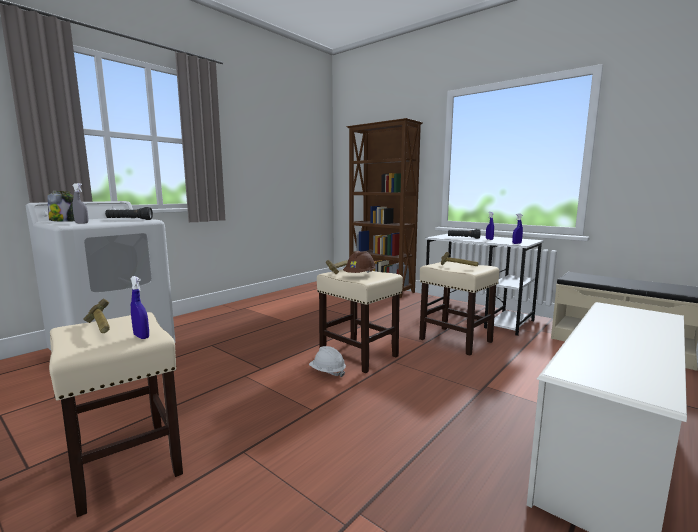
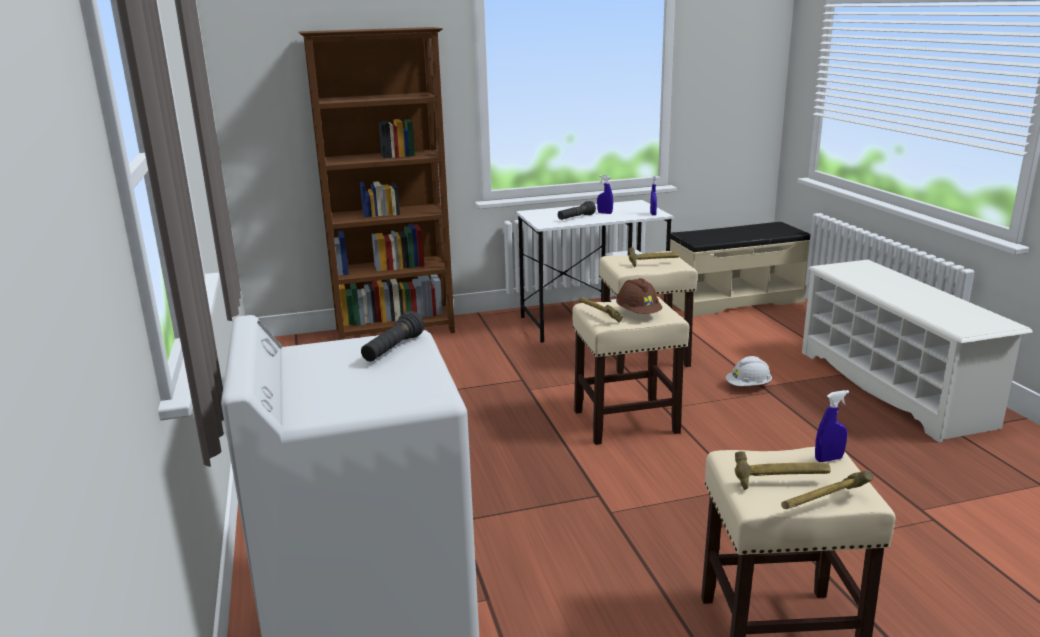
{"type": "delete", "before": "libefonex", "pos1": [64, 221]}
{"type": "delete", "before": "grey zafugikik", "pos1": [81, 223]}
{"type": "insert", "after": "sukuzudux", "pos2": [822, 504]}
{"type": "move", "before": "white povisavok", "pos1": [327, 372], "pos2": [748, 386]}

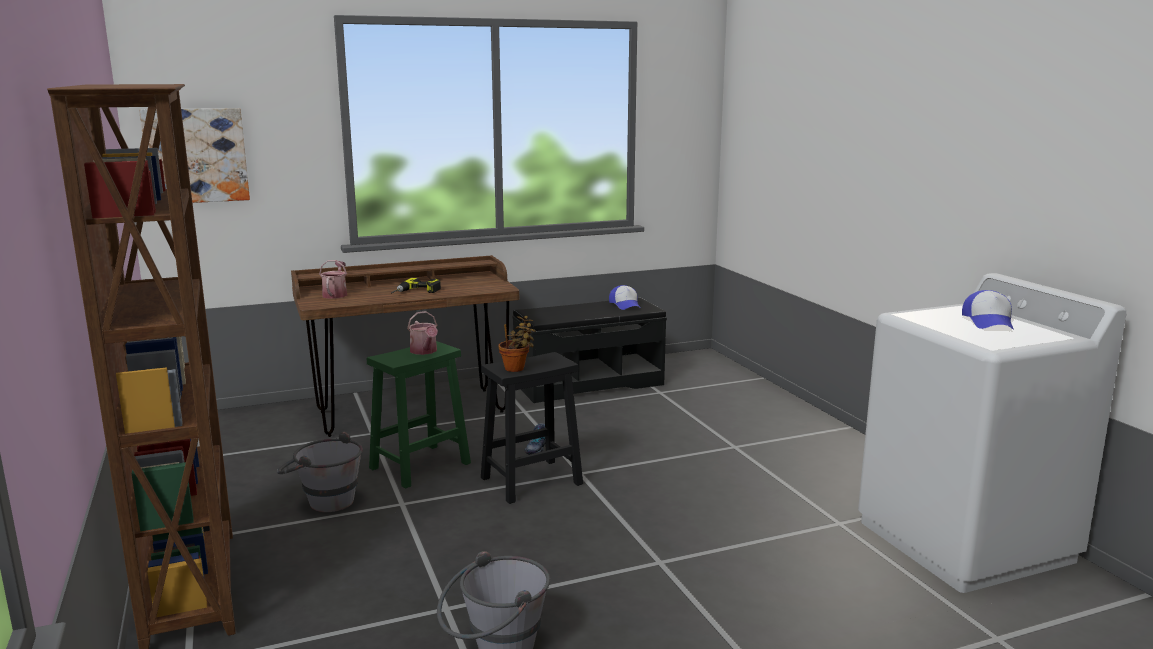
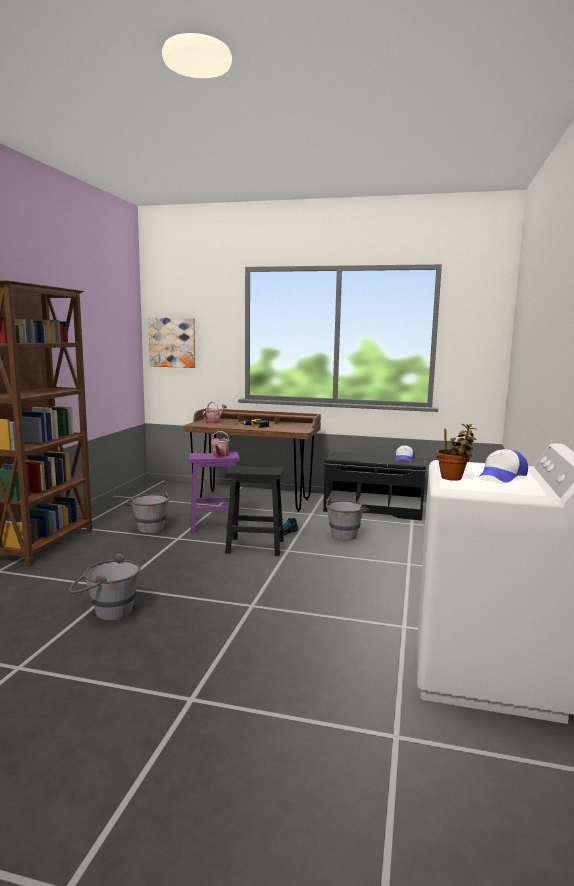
{"type": "insert", "after": "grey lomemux", "pos2": [346, 534]}
{"type": "move", "before": "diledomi", "pos1": [516, 369], "pos2": [453, 478]}
{"type": "recolor", "before": "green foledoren", "after": "purple foledoren", "pos1": [419, 466], "pos2": [213, 525]}

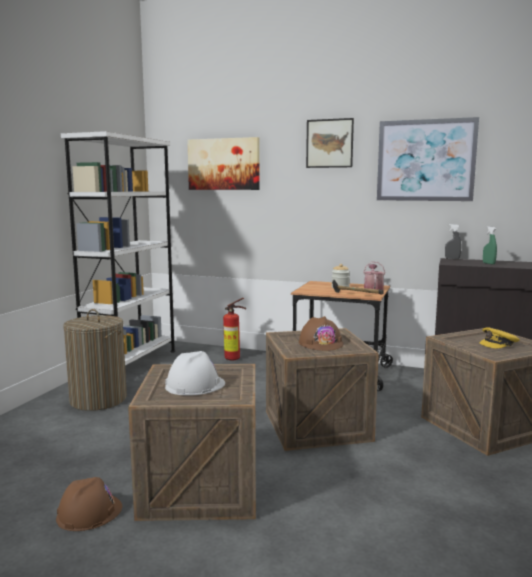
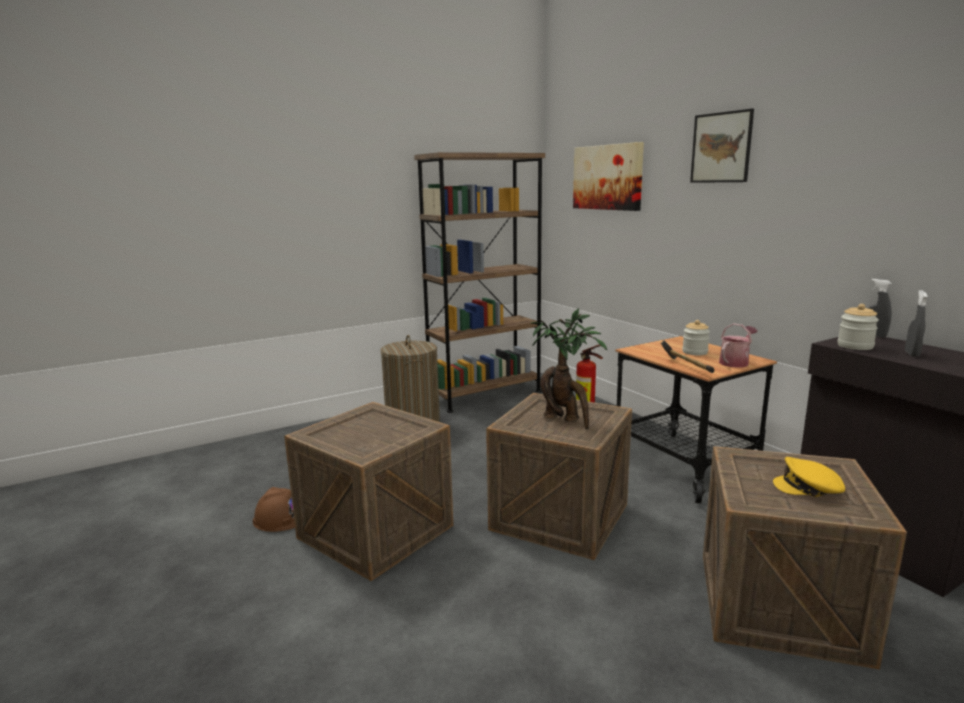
{"type": "delete", "before": "white povisavok", "pos1": [195, 385]}
{"type": "delete", "before": "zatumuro", "pos1": [425, 160]}
{"type": "insert", "after": "libefonex", "pos2": [855, 346]}
{"type": "replace", "before": "brown povisavok", "after": "diledomi", "pos1": [321, 343], "pos2": [565, 420]}
{"type": "recolor", "before": "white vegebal", "after": "brown vegebal", "pos1": [131, 363], "pos2": [485, 394]}
{"type": "recolor", "before": "green zafugikik", "after": "grey zafugikik", "pos1": [488, 263], "pos2": [912, 354]}

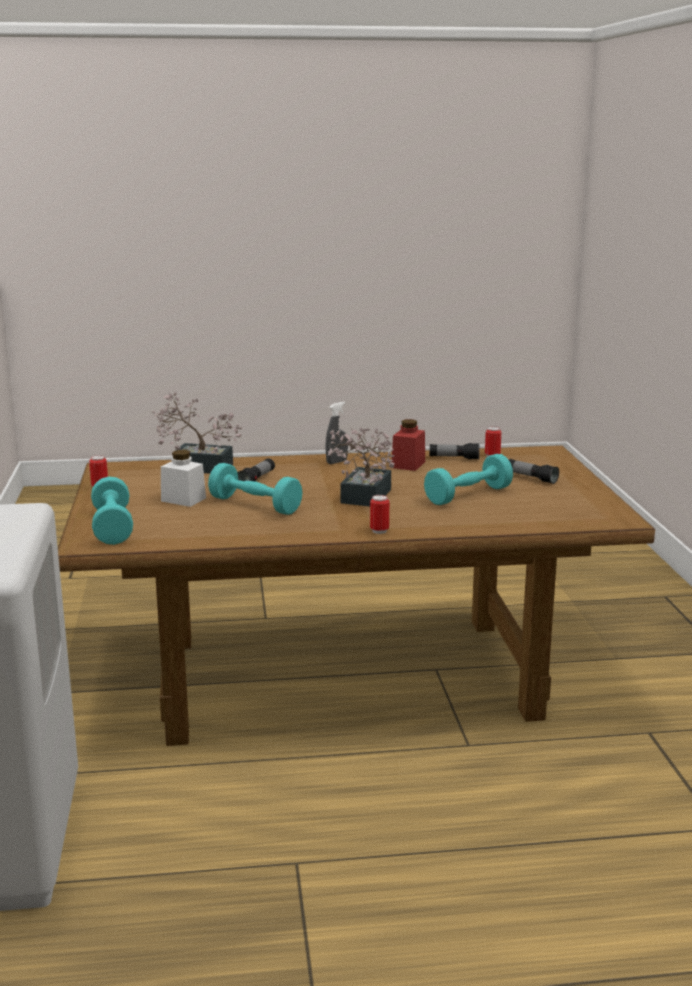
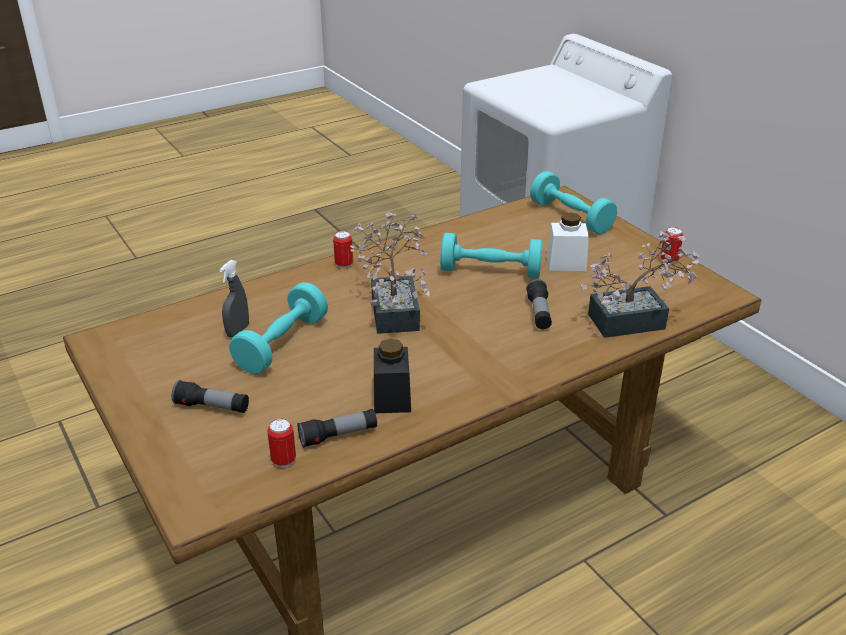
{"type": "move", "before": "grey zafugikik", "pos1": [336, 462], "pos2": [238, 331]}
{"type": "recolor", "before": "red libefonex", "after": "black libefonex", "pos1": [408, 464], "pos2": [392, 398]}

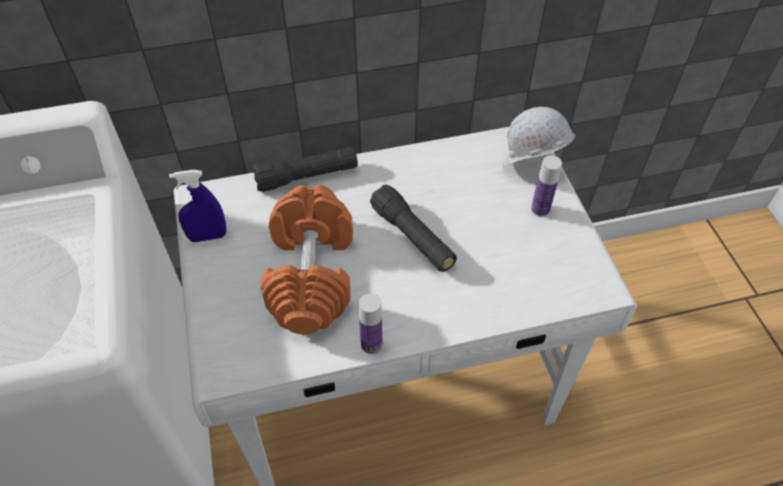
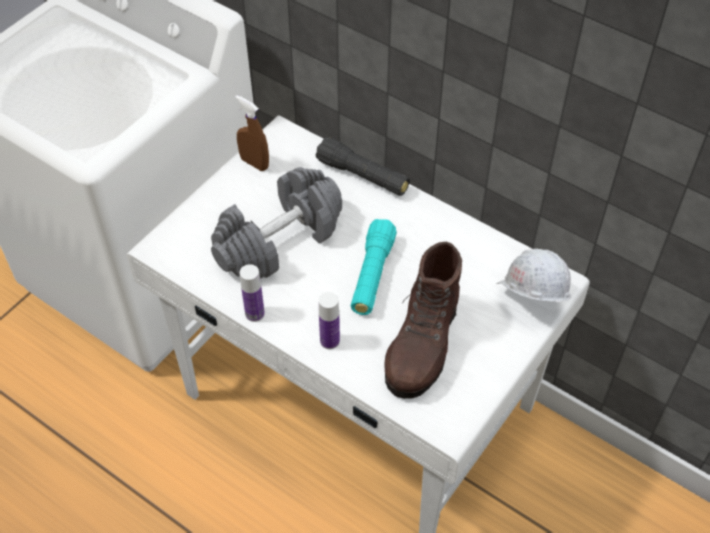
{"type": "insert", "after": "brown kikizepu", "pos2": [422, 347]}
{"type": "move", "before": "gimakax", "pos1": [540, 209], "pos2": [329, 341]}
{"type": "recolor", "before": "blue zafugikik", "after": "brown zafugikik", "pos1": [208, 236], "pos2": [254, 163]}
{"type": "recolor", "before": "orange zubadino", "after": "grey zubadino", "pos1": [312, 275], "pos2": [279, 241]}
{"type": "recolor", "before": "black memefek", "after": "turquoise memefek", "pos1": [413, 237], "pos2": [372, 275]}

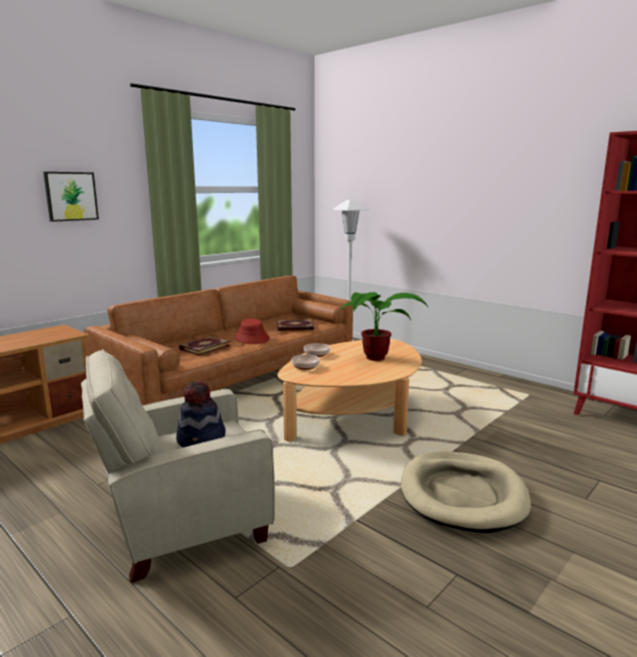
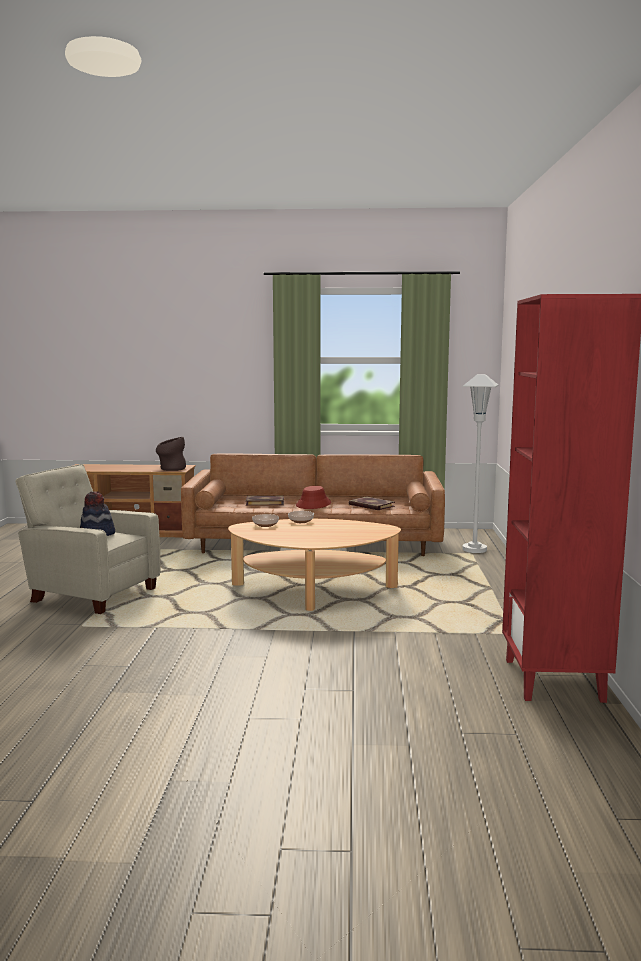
{"type": "delete", "before": "zatumuro", "pos1": [71, 196]}
{"type": "delete", "before": "diledomi", "pos1": [374, 359]}
{"type": "delete", "before": "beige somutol", "pos1": [462, 495]}
{"type": "insert", "after": "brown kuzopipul", "pos2": [171, 469]}

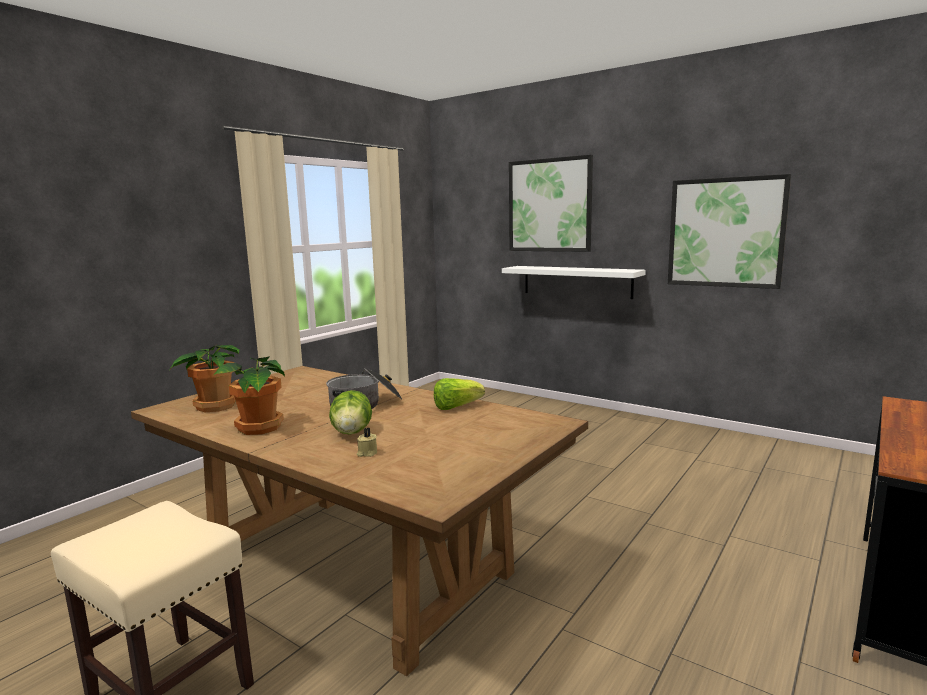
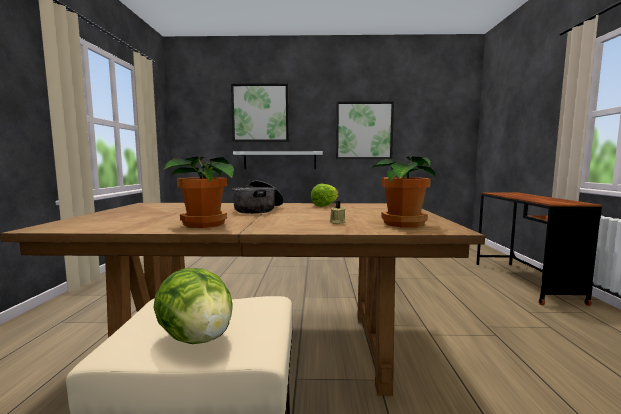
{"type": "move", "before": "diledomi", "pos1": [214, 406], "pos2": [402, 224]}
{"type": "move", "before": "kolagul", "pos1": [352, 432], "pos2": [197, 338]}

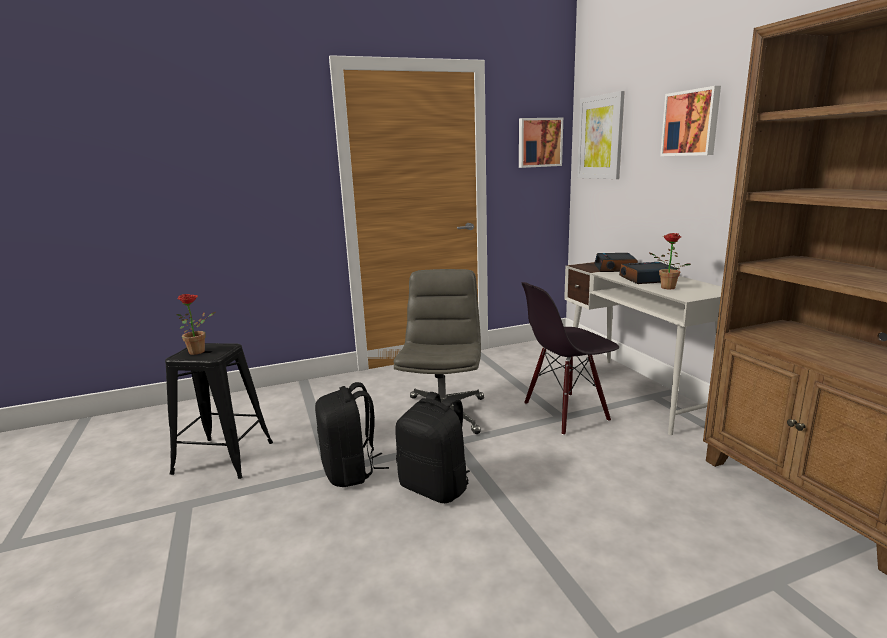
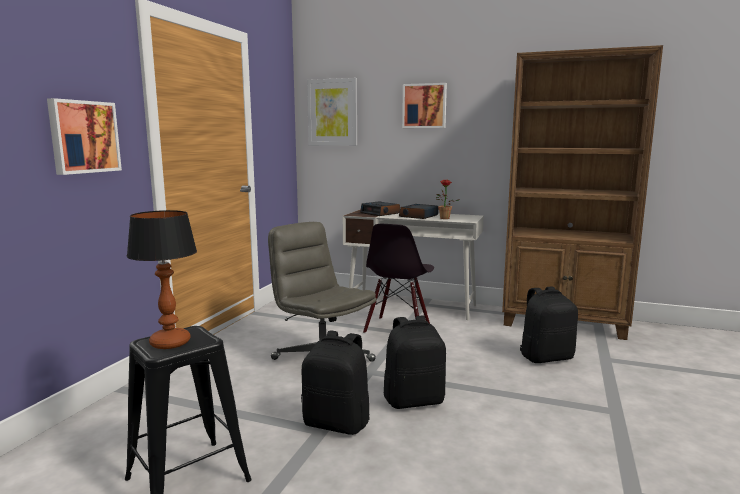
{"type": "insert", "after": "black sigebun", "pos2": [546, 357]}
{"type": "move", "before": "zatumuro", "pos1": [539, 142], "pos2": [83, 137]}
{"type": "replace", "before": "diledomi", "after": "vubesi", "pos1": [200, 351], "pos2": [171, 342]}

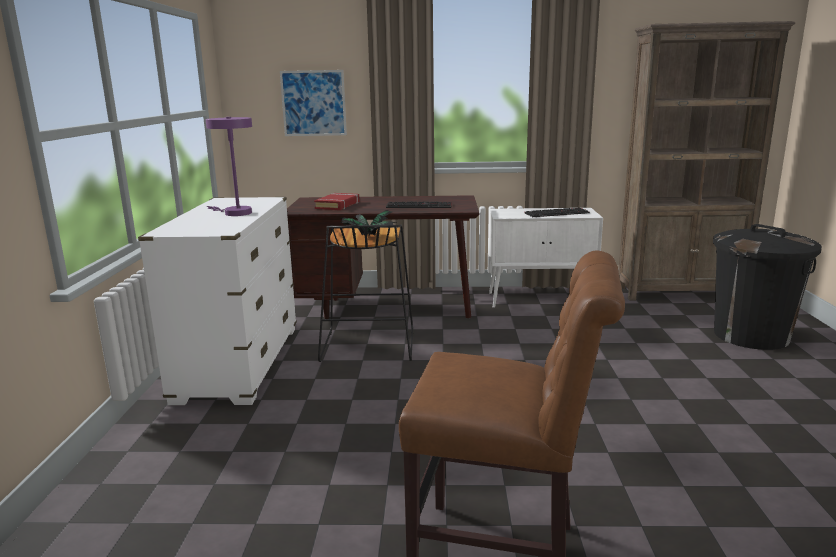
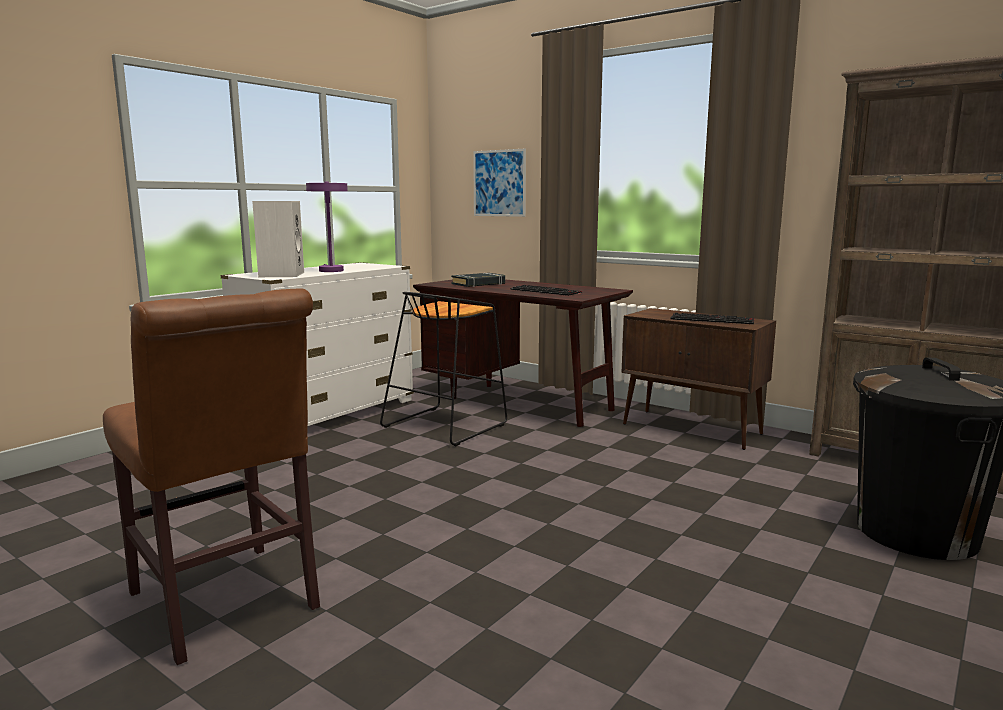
{"type": "delete", "before": "diledomi", "pos1": [368, 237]}
{"type": "insert", "after": "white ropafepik", "pos2": [281, 274]}
{"type": "recolor", "before": "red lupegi", "after": "black lupegi", "pos1": [338, 205], "pos2": [478, 284]}
{"type": "recolor", "before": "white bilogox", "after": "brown bilogox", "pos1": [541, 300], "pos2": [692, 429]}

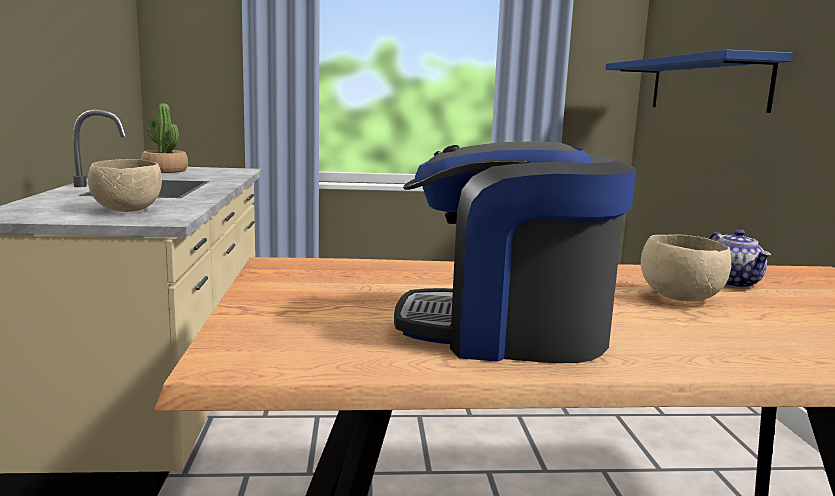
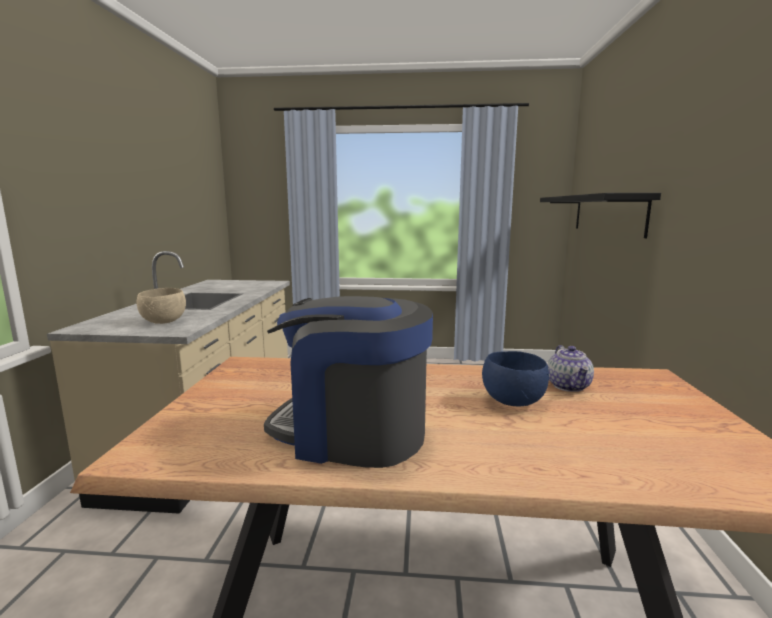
{"type": "delete", "before": "diledomi", "pos1": [165, 171]}
{"type": "recolor", "before": "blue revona", "after": "black revona", "pos1": [705, 85], "pos2": [607, 214]}
{"type": "recolor", "before": "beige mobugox", "after": "blue mobugox", "pos1": [680, 298], "pos2": [513, 401]}

